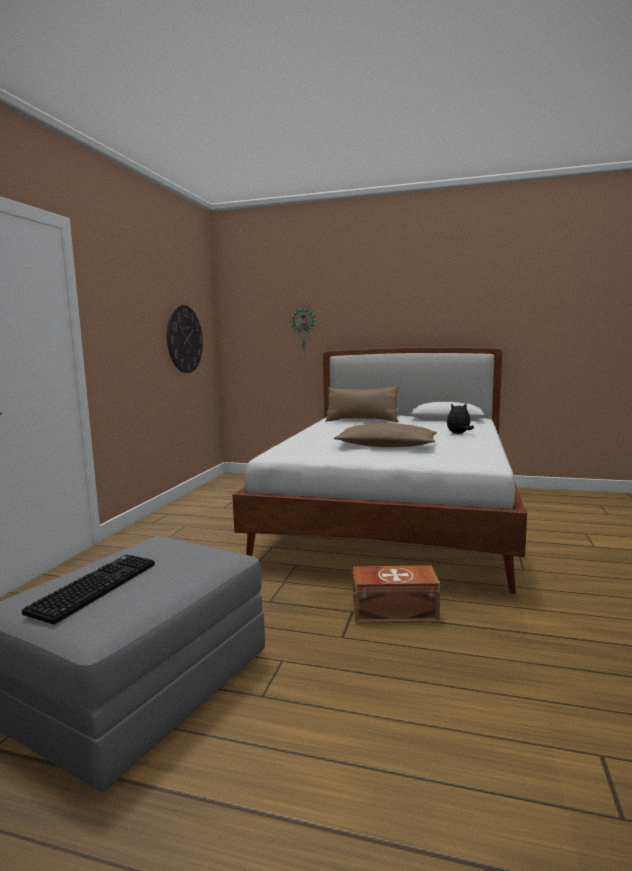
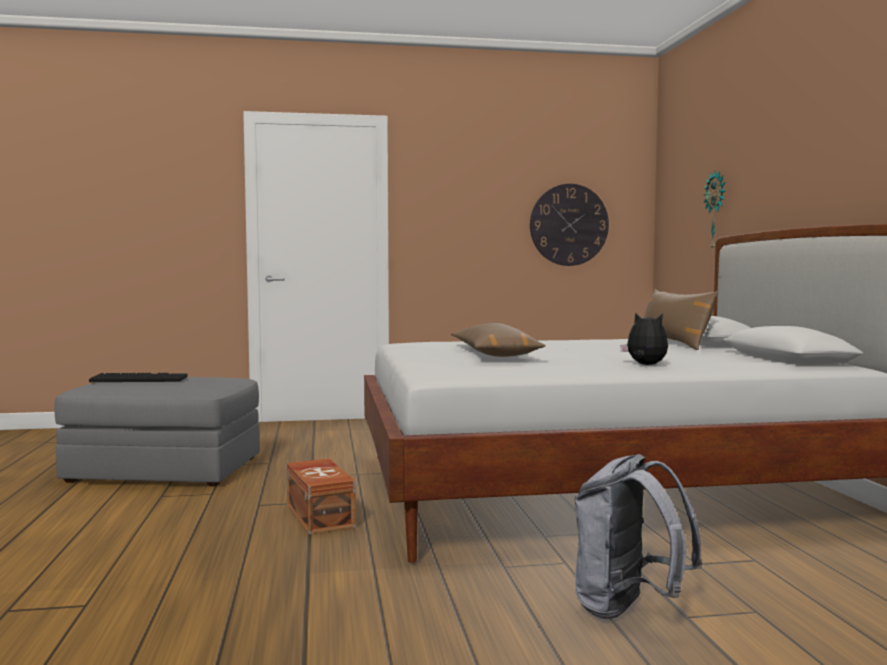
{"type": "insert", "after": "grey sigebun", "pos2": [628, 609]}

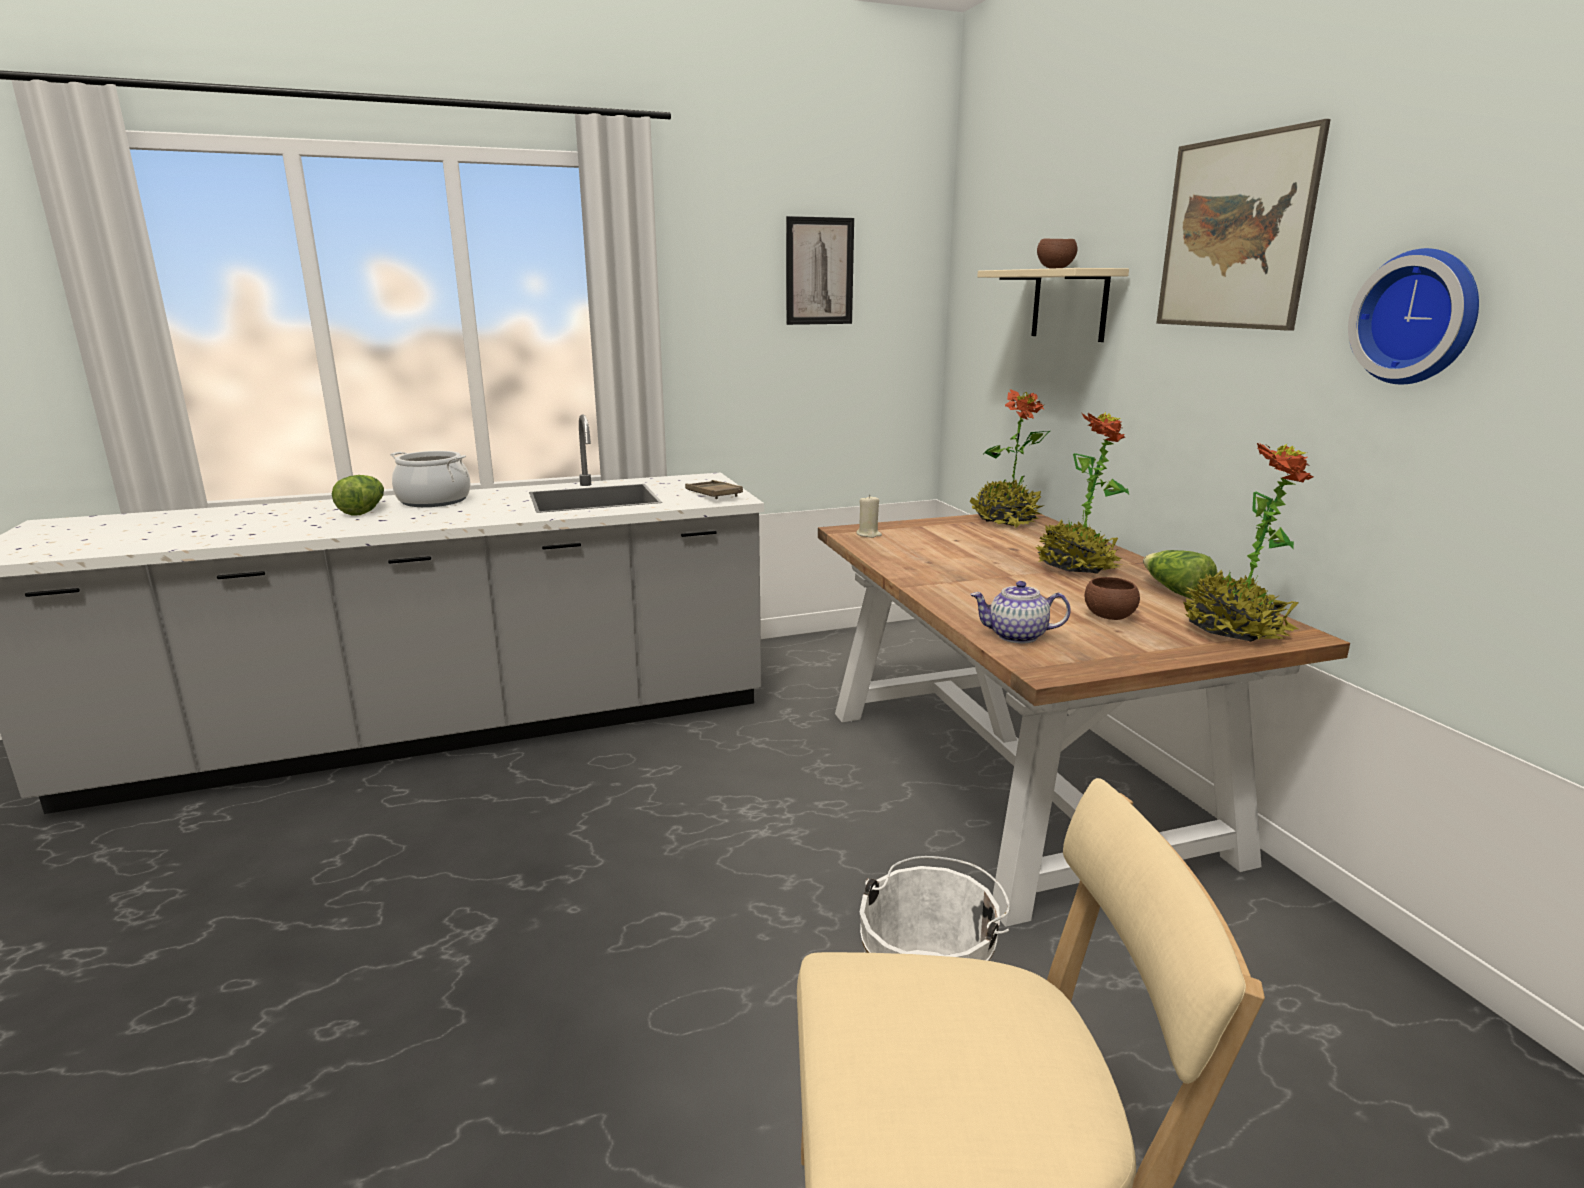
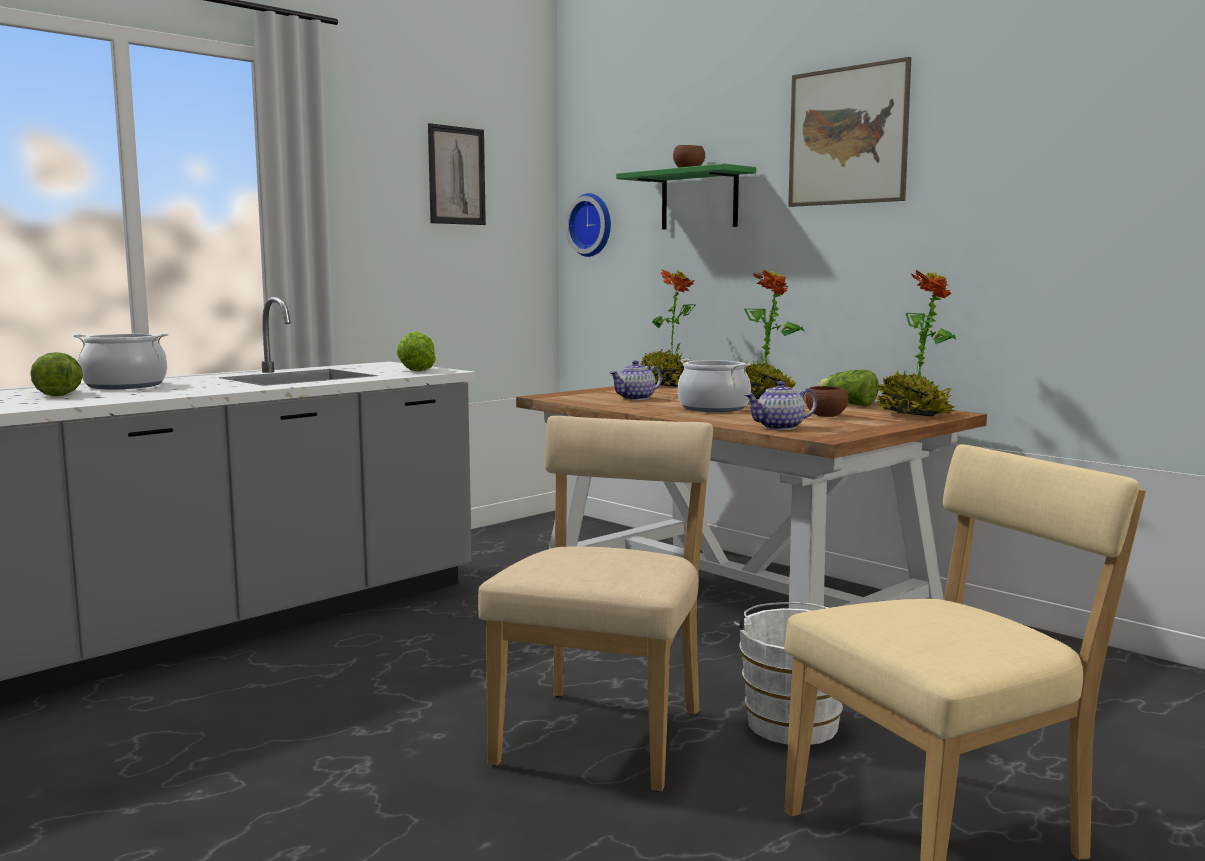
{"type": "delete", "before": "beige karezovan", "pos1": [868, 534]}
{"type": "insert", "after": "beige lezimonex", "pos2": [605, 733]}
{"type": "insert", "after": "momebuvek", "pos2": [635, 398]}
{"type": "insert", "after": "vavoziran", "pos2": [713, 408]}
{"type": "move", "before": "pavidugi", "pos1": [1419, 317], "pos2": [592, 225]}
{"type": "replace", "before": "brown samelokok", "after": "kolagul", "pos1": [713, 494], "pos2": [416, 370]}
{"type": "recolor", "before": "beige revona", "after": "green revona", "pos1": [1069, 304], "pos2": [699, 200]}

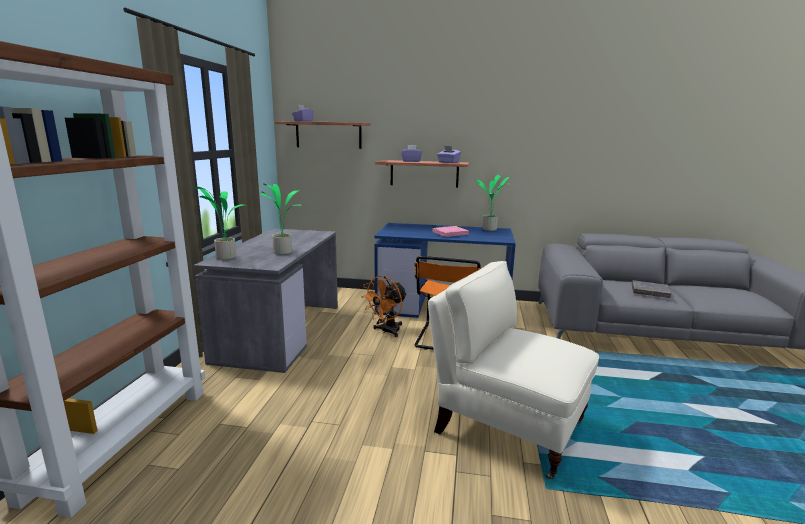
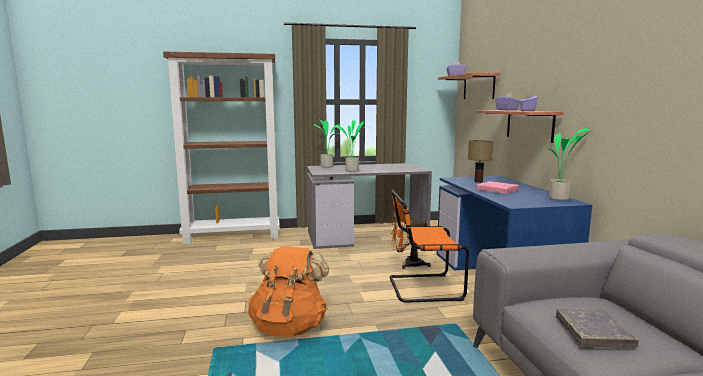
{"type": "insert", "after": "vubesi", "pos2": [479, 181]}
{"type": "replace", "before": "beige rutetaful", "after": "orange sigebun", "pos1": [506, 425], "pos2": [289, 327]}

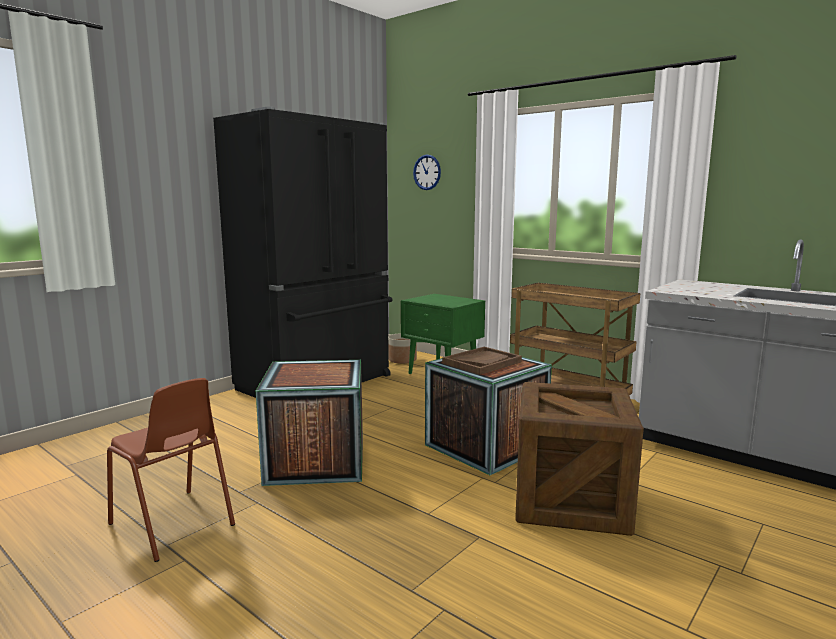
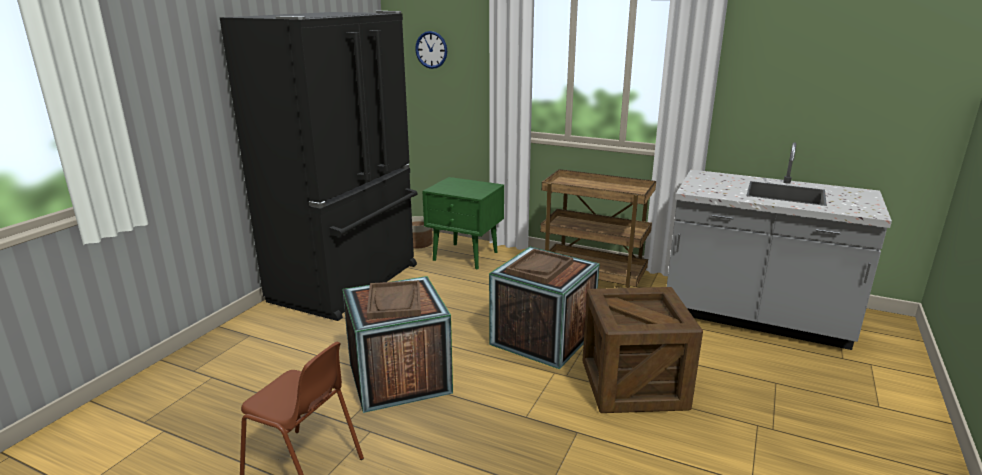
{"type": "insert", "after": "brown samelokok", "pos2": [394, 301]}

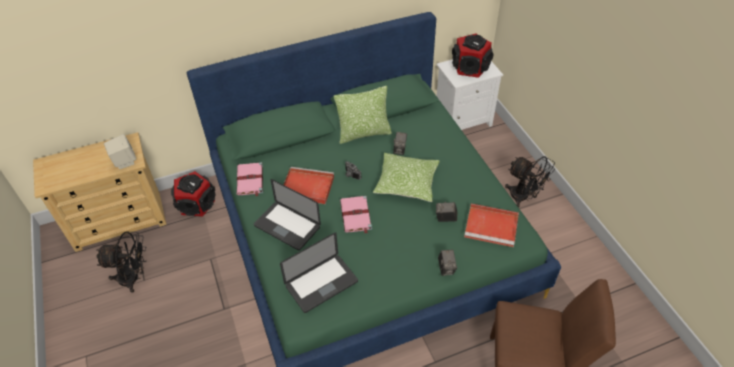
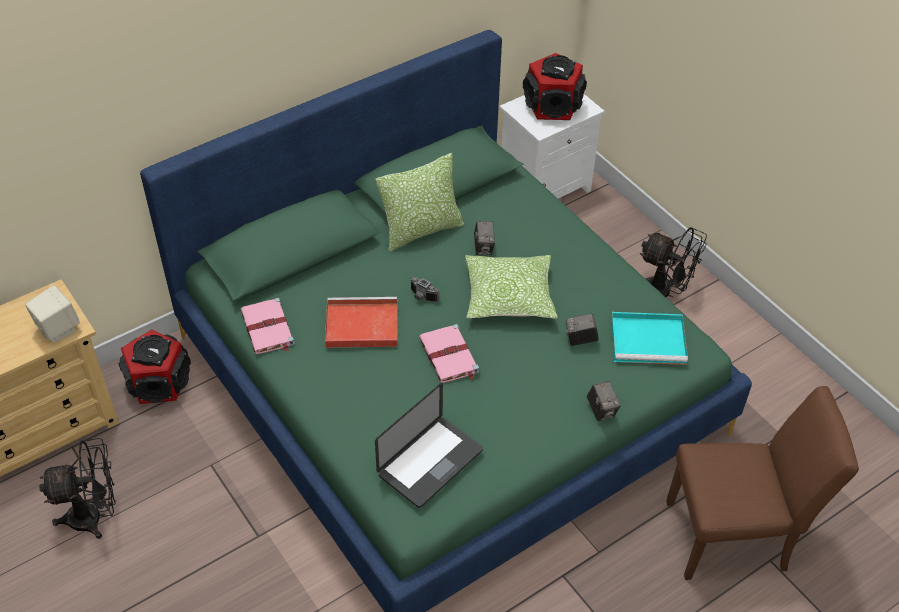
{"type": "delete", "before": "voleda", "pos1": [287, 226]}
{"type": "recolor", "before": "red samelokok", "after": "turquoise samelokok", "pos1": [492, 226], "pos2": [649, 340]}

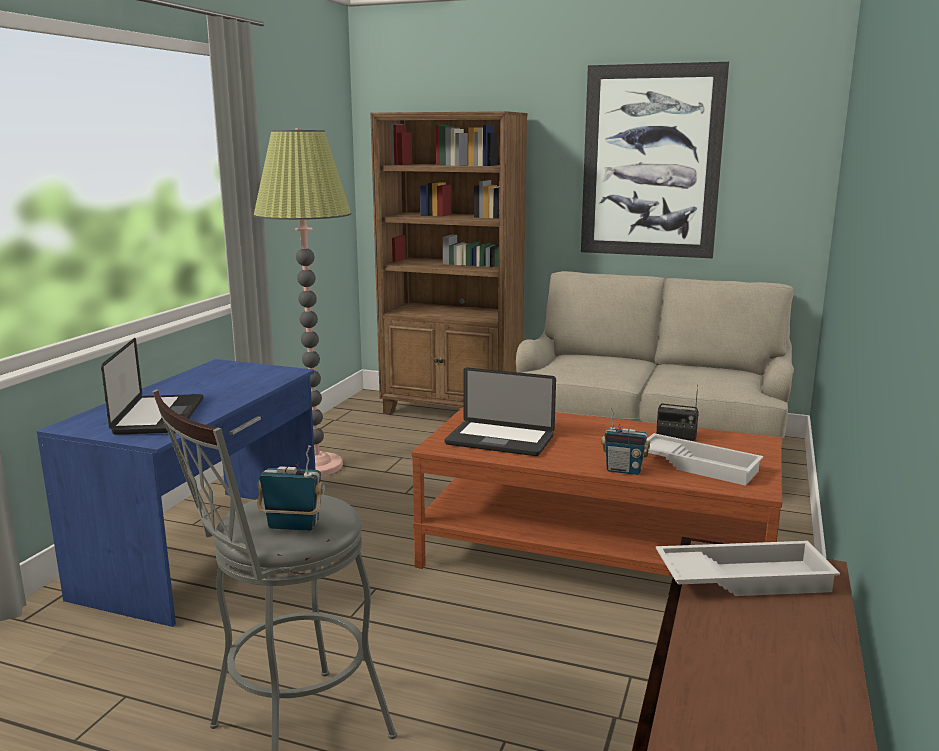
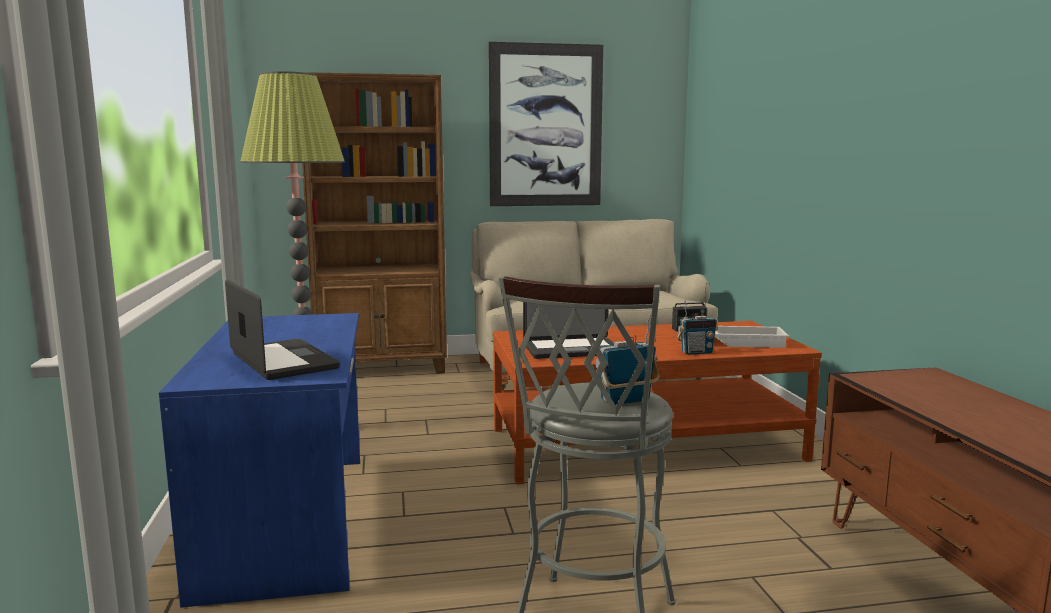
{"type": "delete", "before": "white samelokok", "pos1": [743, 578]}

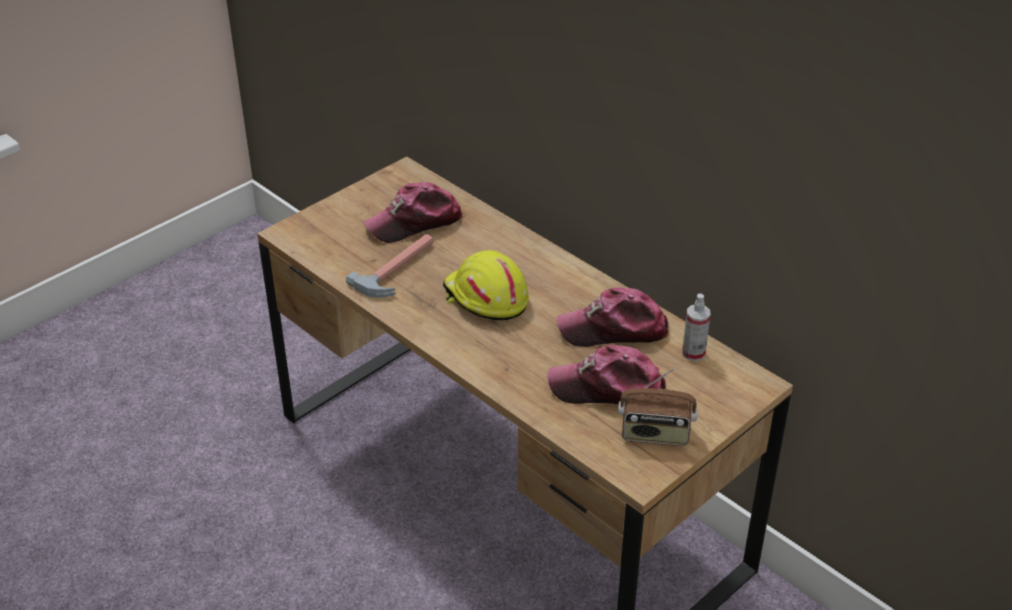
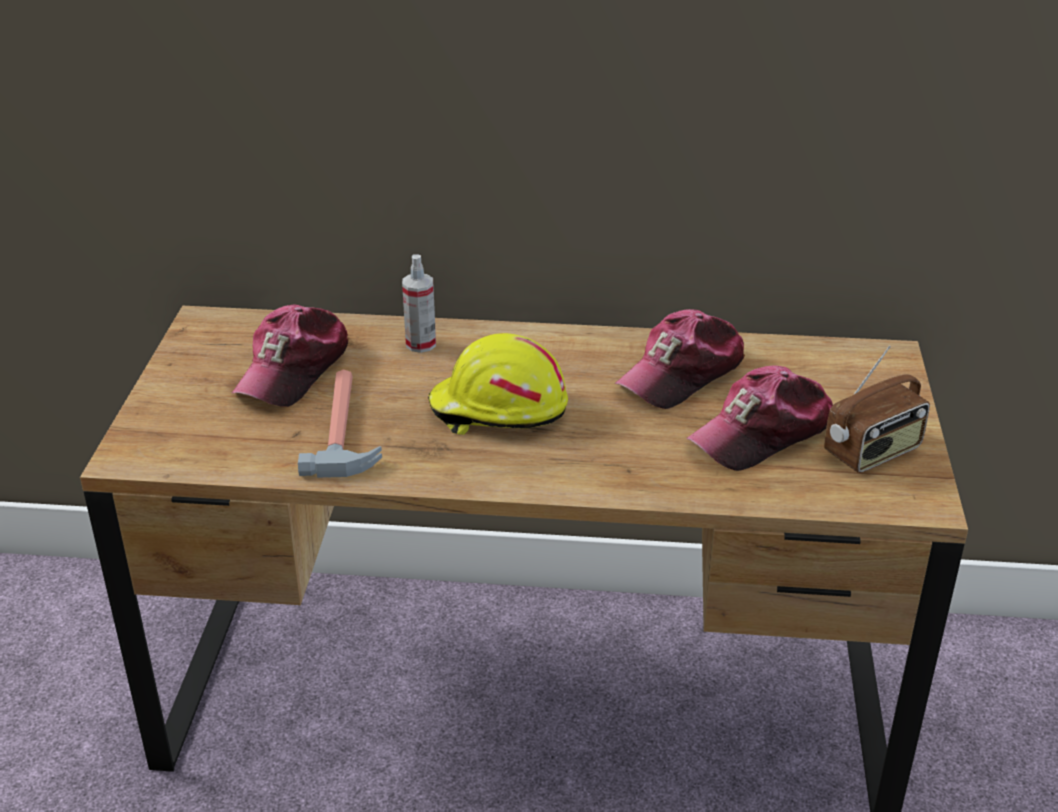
{"type": "move", "before": "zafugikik", "pos1": [693, 353], "pos2": [421, 344]}

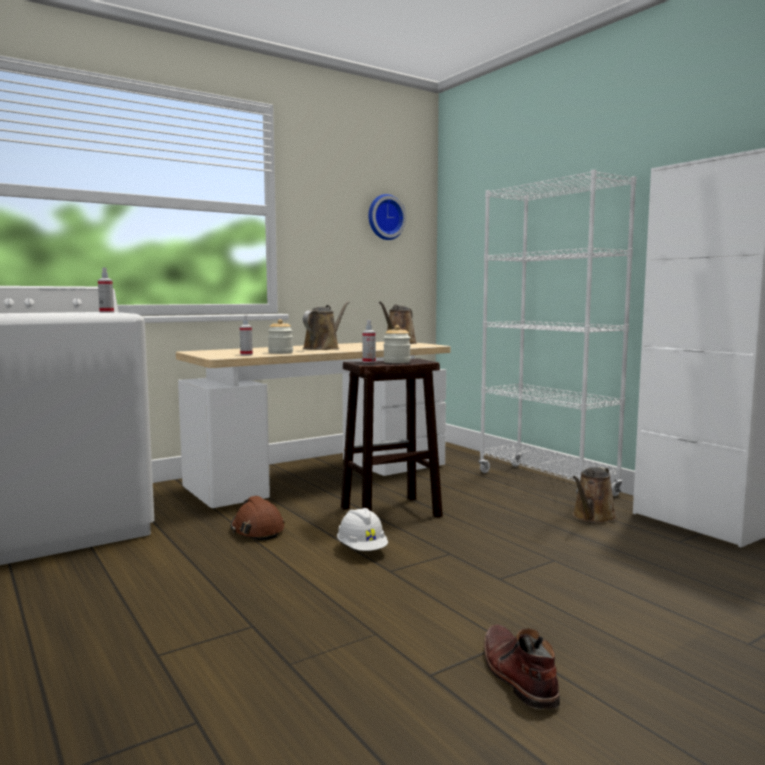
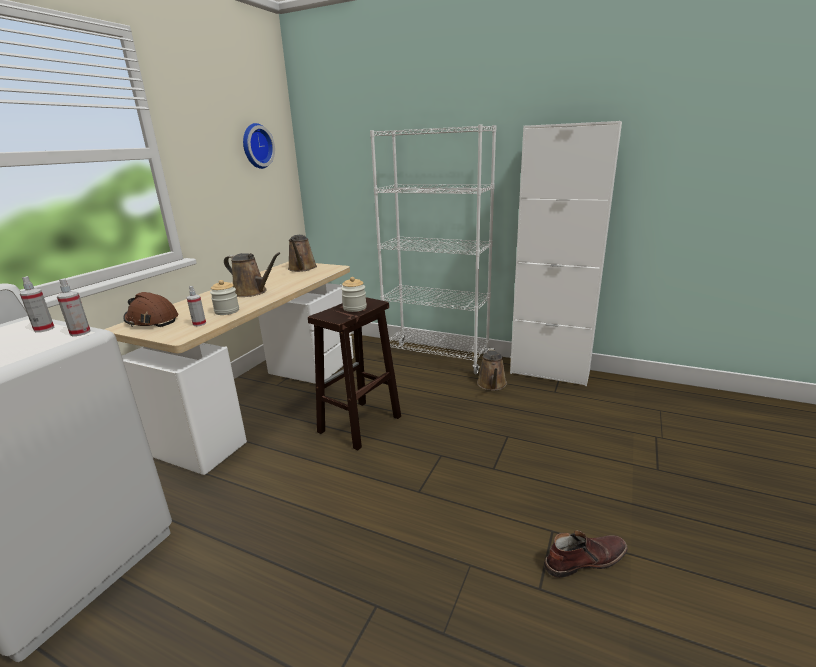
{"type": "delete", "before": "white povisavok", "pos1": [362, 550]}
{"type": "move", "before": "brown povisavok", "pos1": [257, 530], "pos2": [152, 320]}
{"type": "move", "before": "zafugikik", "pos1": [369, 362], "pos2": [80, 332]}
{"type": "rotate", "before": "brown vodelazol", "pos1": [323, 348], "pos2": [252, 292], "turn": 120}
{"type": "rotate", "before": "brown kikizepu", "pos1": [516, 675], "pos2": [584, 559], "turn": 120}

